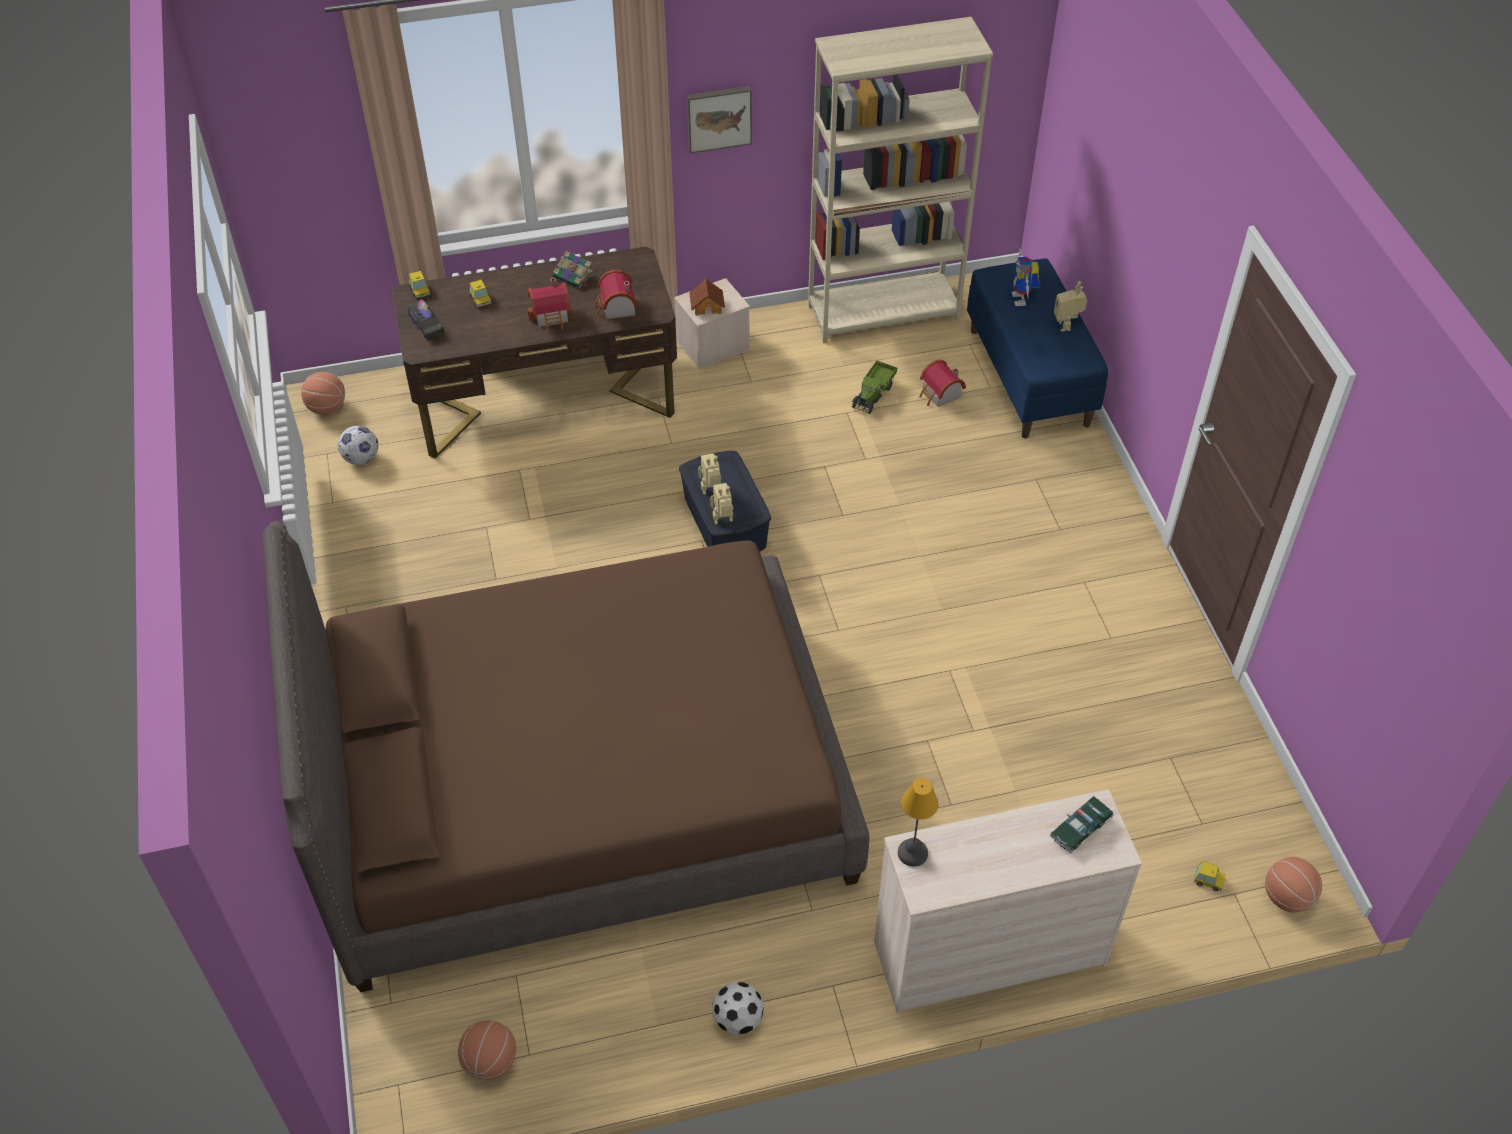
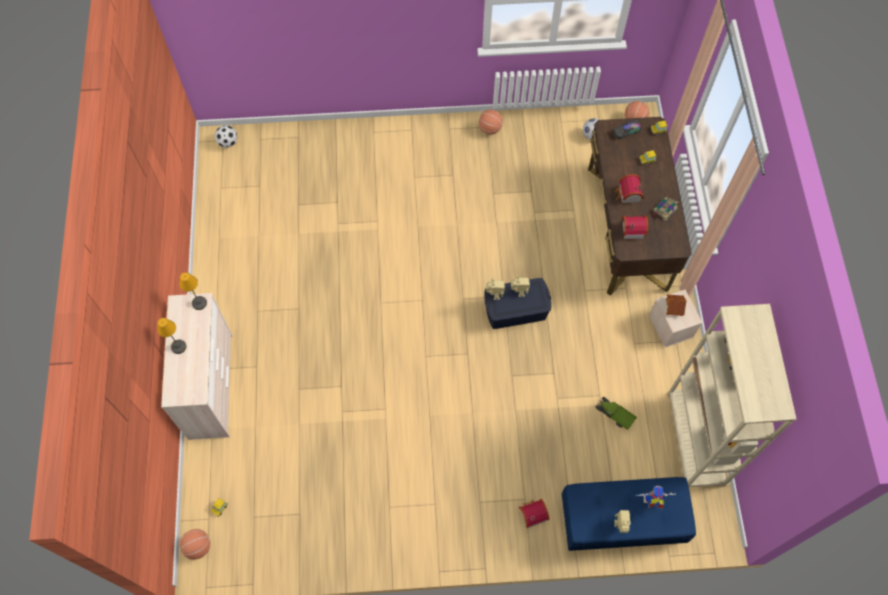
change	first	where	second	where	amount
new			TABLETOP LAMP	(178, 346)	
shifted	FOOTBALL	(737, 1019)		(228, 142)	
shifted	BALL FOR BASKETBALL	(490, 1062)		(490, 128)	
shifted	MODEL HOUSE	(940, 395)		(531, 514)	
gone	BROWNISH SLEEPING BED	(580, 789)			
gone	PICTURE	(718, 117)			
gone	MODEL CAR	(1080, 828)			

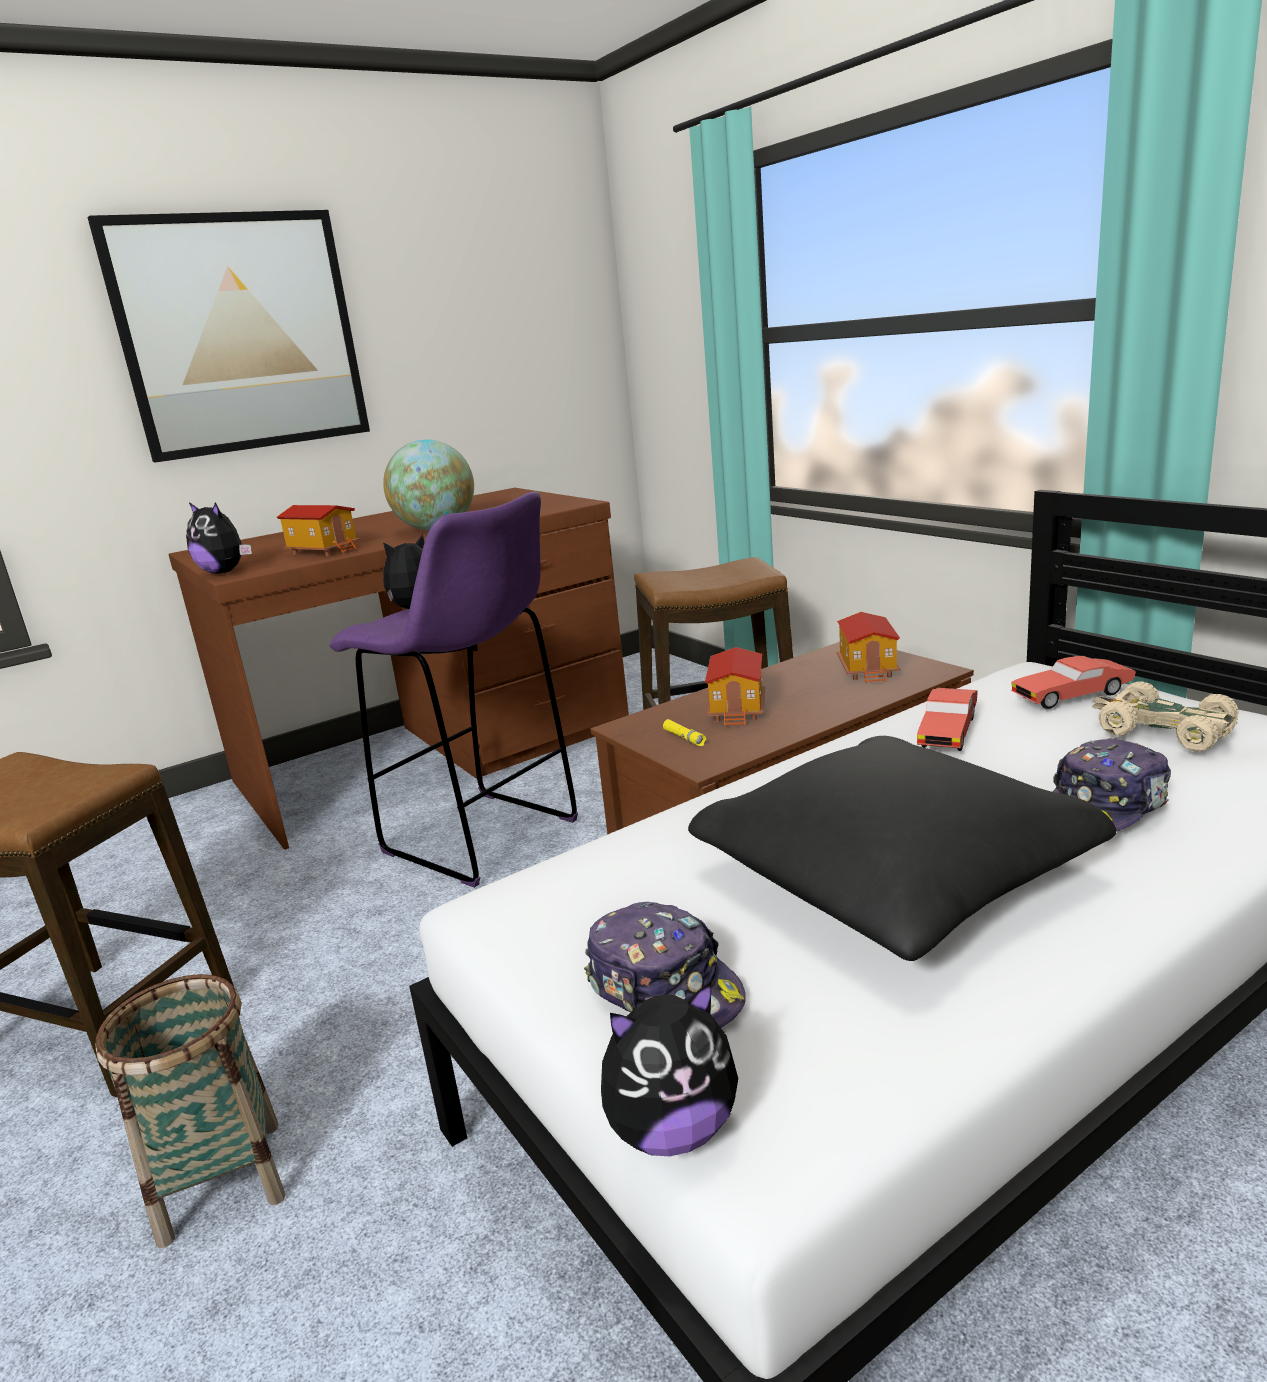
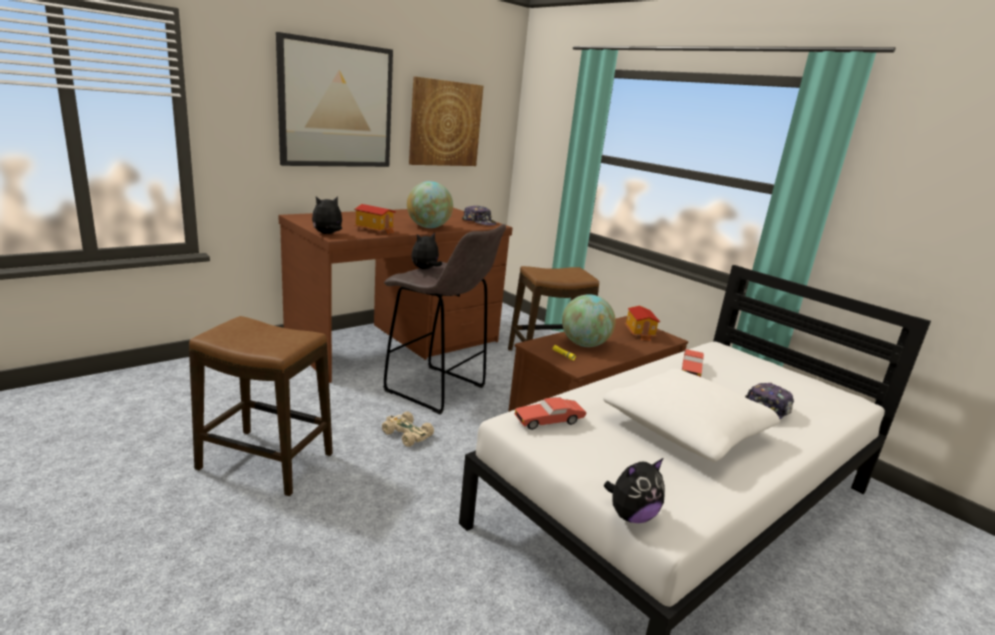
change	first	where	second	where	amount
rotated	PLUSH TOY	(225, 572)		(327, 234)	120 degrees clockwise
shifted	BEIGE MODEL CAR	(1163, 730)		(406, 434)	
repainted	PURPLISH STOOL	(485, 838)	GRAY STOOL	(437, 390)	
new			PICTURE	(445, 123)	
shifted	BASEBALL CAP	(665, 989)		(479, 222)	
shifted	RED-COLOURED MODEL CAR	(1071, 695)		(549, 421)	
swapped	MODEL HOUSE	(738, 709)	GLOBE	(584, 344)	
repainted	BLACK THROW PILLOW	(894, 878)	WHITE THROW PILLOW	(686, 430)	
gone	BASKET	(221, 1181)			

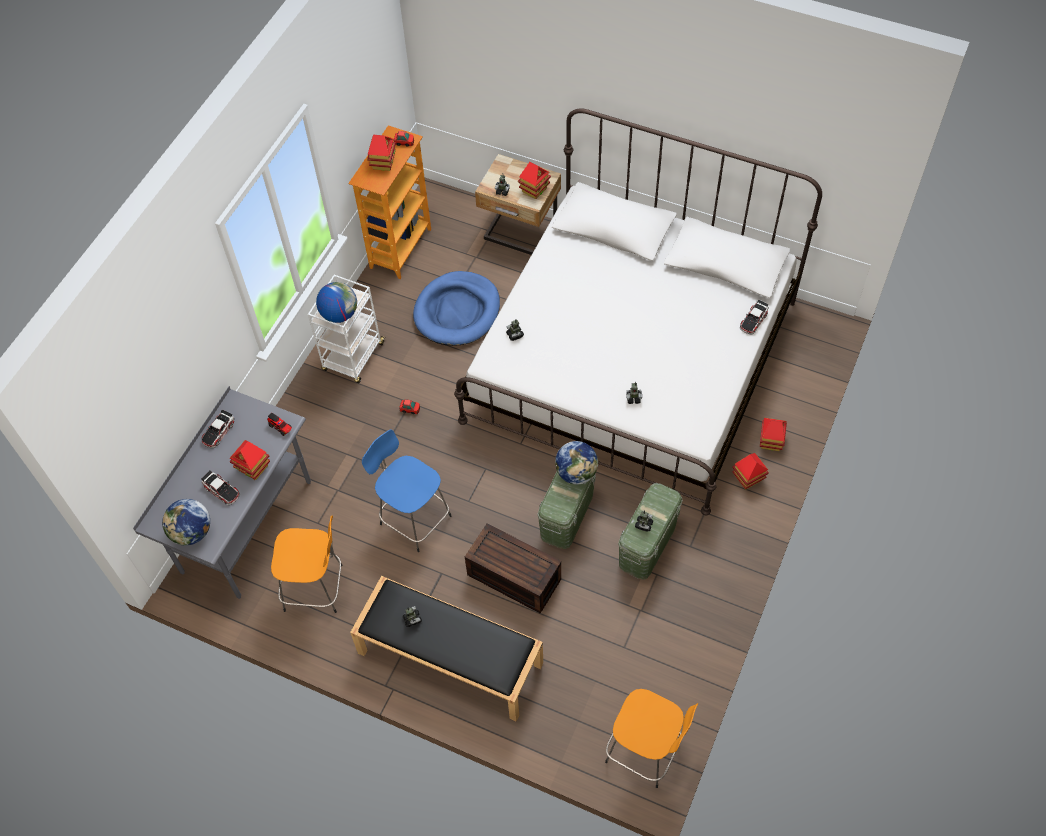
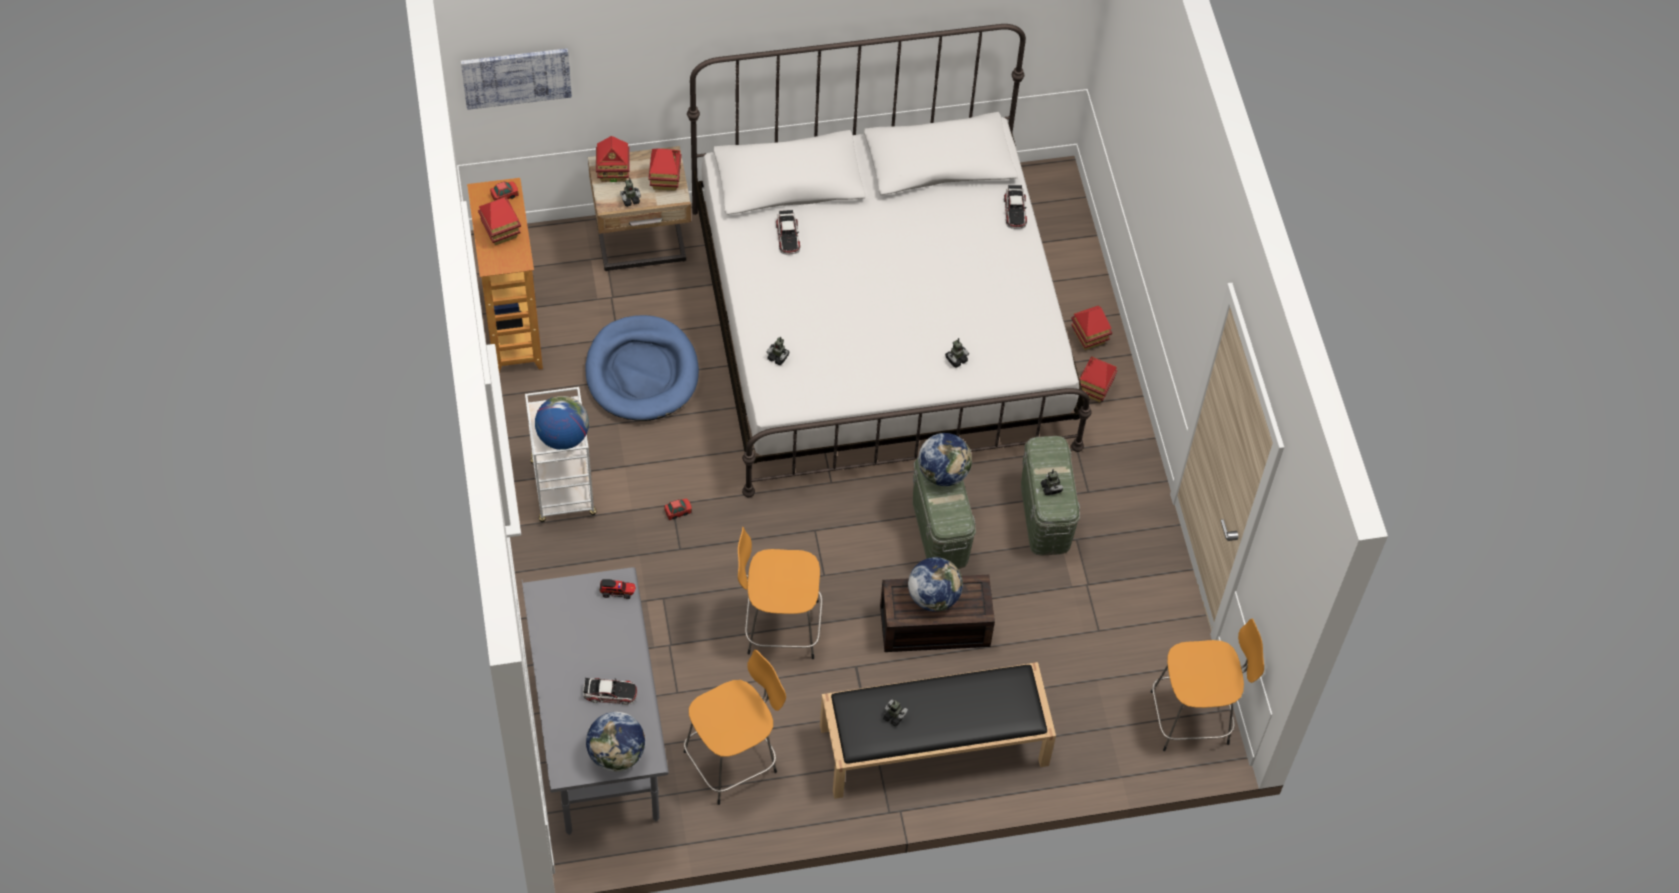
change	first	where	second	where	amount
new			PICTURE	(516, 77)	
shifted	MODEL HOUSE	(253, 468)		(613, 172)	
repainted	BLUE STOOL	(413, 518)	ORANGE STOOL	(779, 627)	
shifted	MODEL CAR	(218, 432)		(788, 236)	
new			GLOBE	(933, 596)	

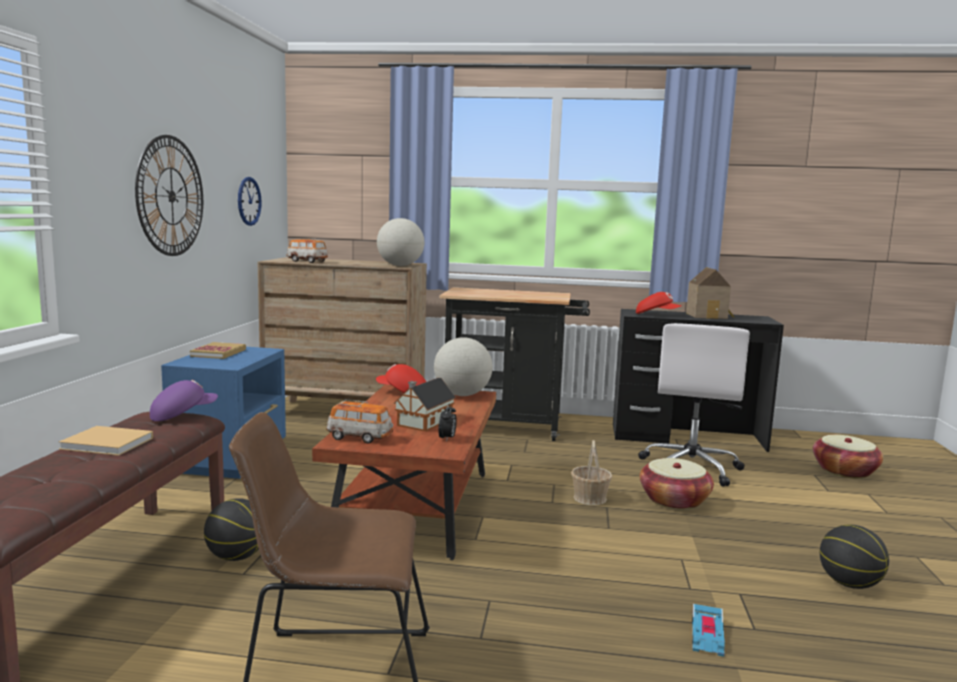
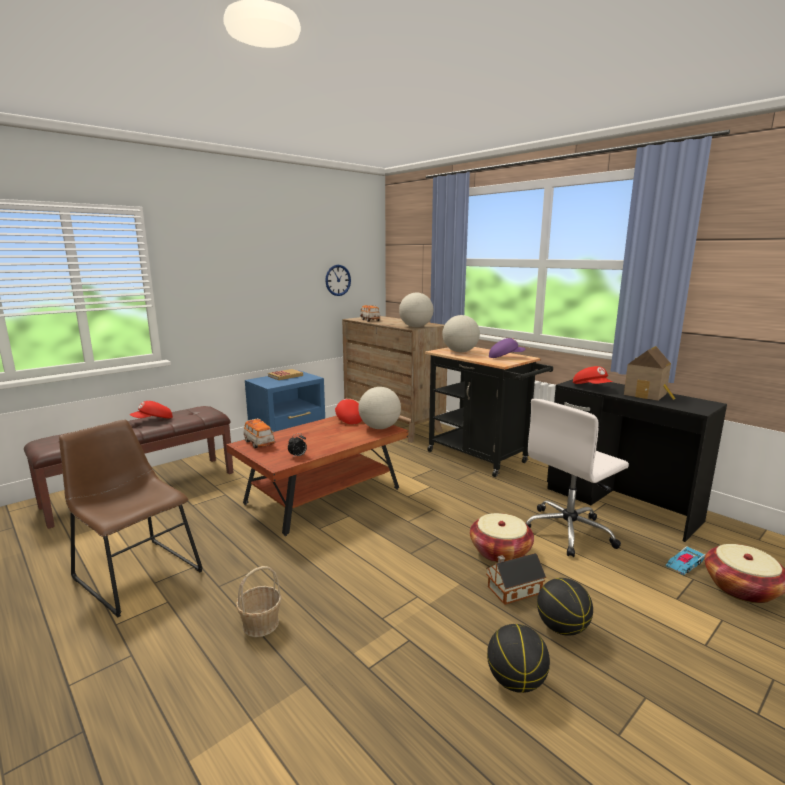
change	first	where	second	where	amount
swapped	BEIGE VOLUME	(109, 444)	RED-COLOURED BASEBALL CAP	(153, 420)	
shifted	BASKET	(589, 498)		(260, 624)	
new			GLOBE	(460, 352)	
shifted	MODEL HOUSE	(423, 422)		(512, 590)	
shifted	PURPLISH BASEBALL CAP	(183, 415)		(505, 357)	
shifted	BALL FOR BASKETBALL	(237, 557)		(562, 627)	
shifted	MODEL CAR	(707, 635)		(684, 564)	
gone	HANGING CLOCK	(171, 196)			

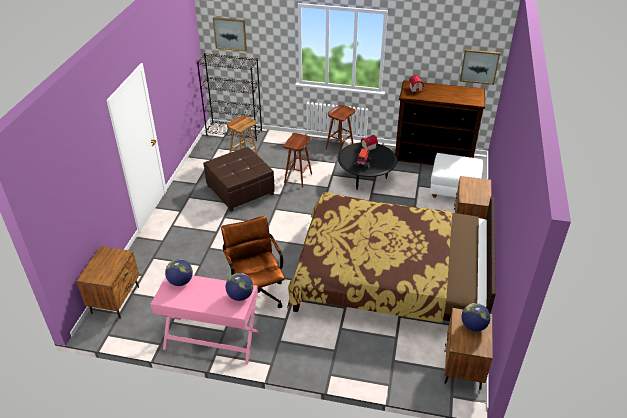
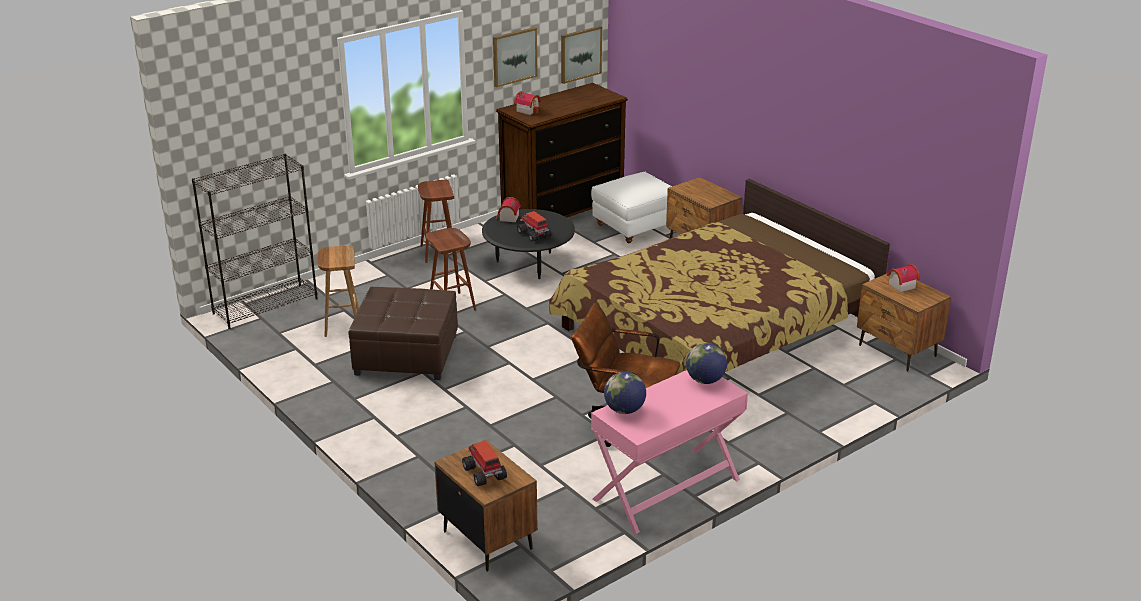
change	first	where	second	where	amount
new			TOY LORRY	(485, 474)	
shifted	PICTURE	(230, 34)		(514, 56)	
swapped	GLOBE	(473, 326)	MODEL HOUSE	(900, 285)	

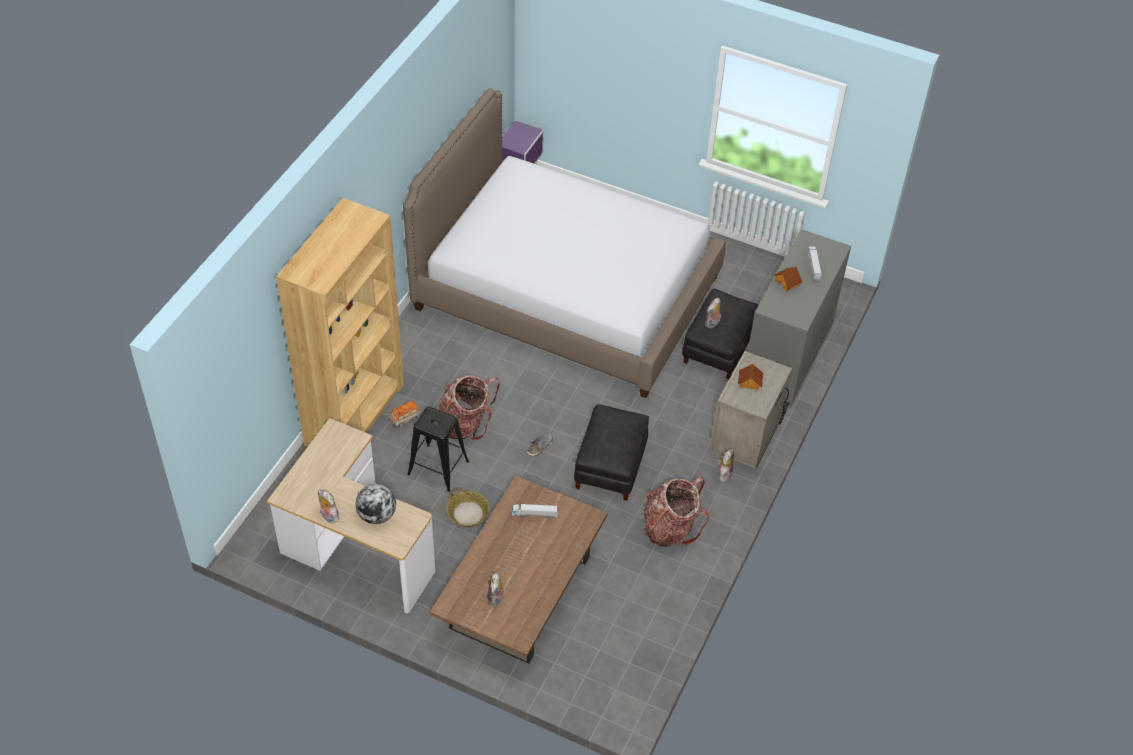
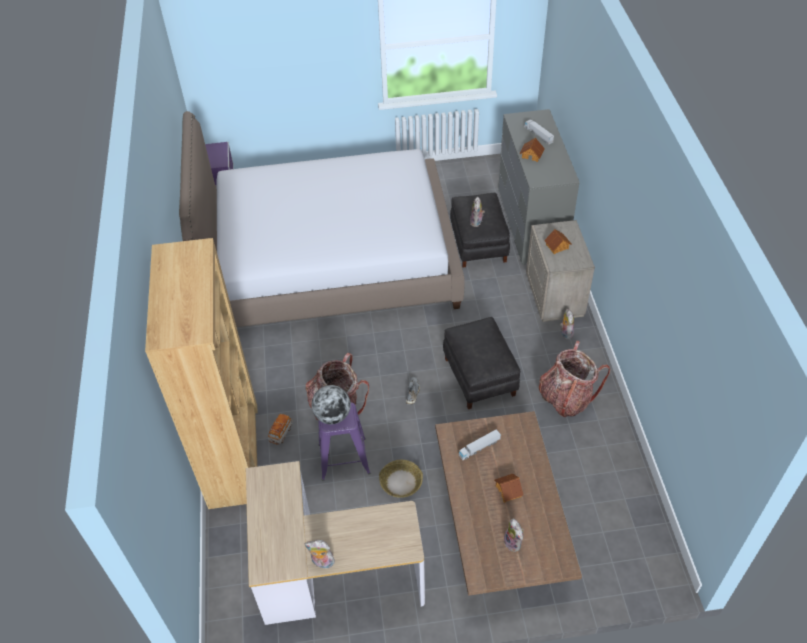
change	first	where	second	where	amount
shifted	GLOBE	(377, 515)		(332, 415)	
repainted	BLACK STOOL	(438, 468)	PURPLISH STOOL	(343, 458)	
new			MODEL HOUSE	(508, 491)	

